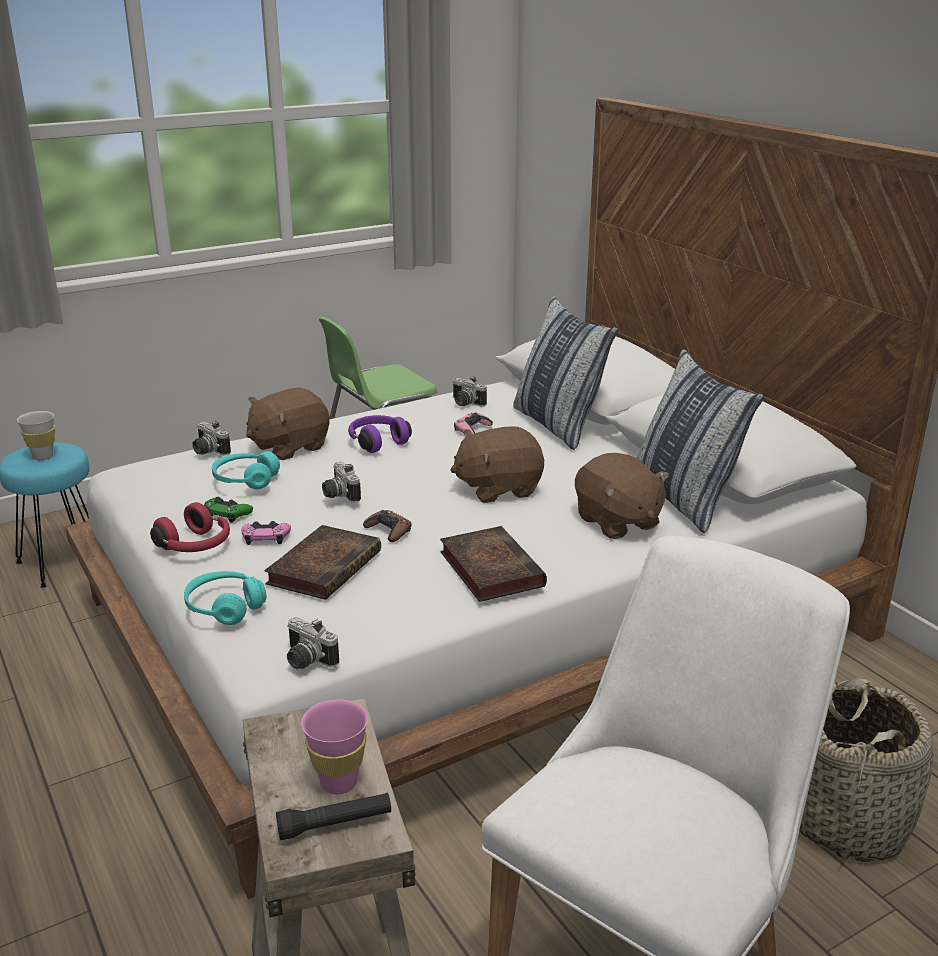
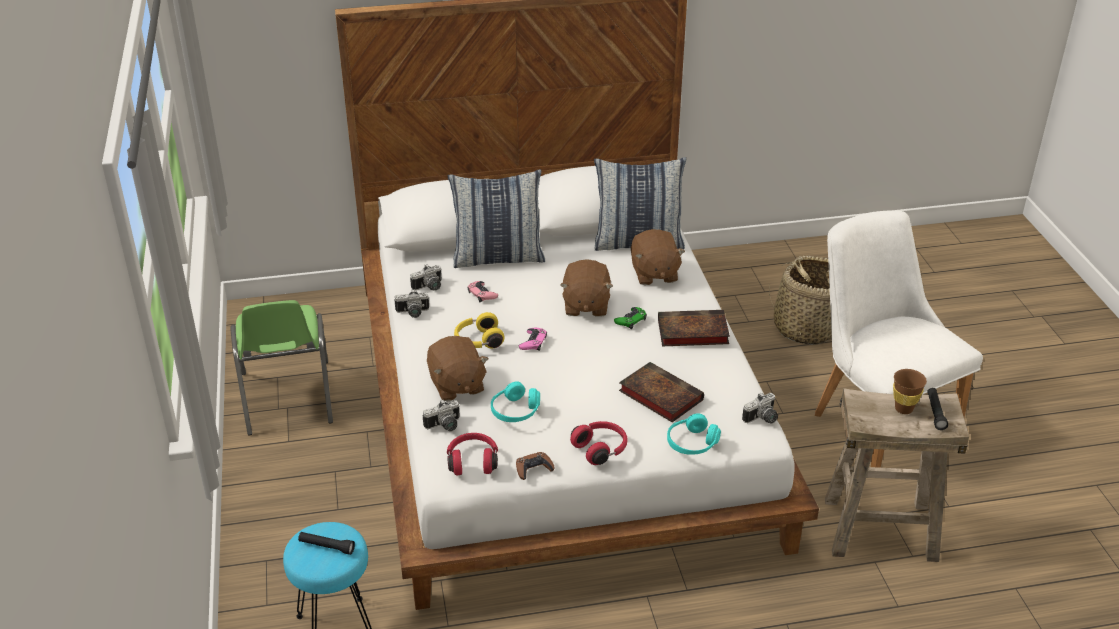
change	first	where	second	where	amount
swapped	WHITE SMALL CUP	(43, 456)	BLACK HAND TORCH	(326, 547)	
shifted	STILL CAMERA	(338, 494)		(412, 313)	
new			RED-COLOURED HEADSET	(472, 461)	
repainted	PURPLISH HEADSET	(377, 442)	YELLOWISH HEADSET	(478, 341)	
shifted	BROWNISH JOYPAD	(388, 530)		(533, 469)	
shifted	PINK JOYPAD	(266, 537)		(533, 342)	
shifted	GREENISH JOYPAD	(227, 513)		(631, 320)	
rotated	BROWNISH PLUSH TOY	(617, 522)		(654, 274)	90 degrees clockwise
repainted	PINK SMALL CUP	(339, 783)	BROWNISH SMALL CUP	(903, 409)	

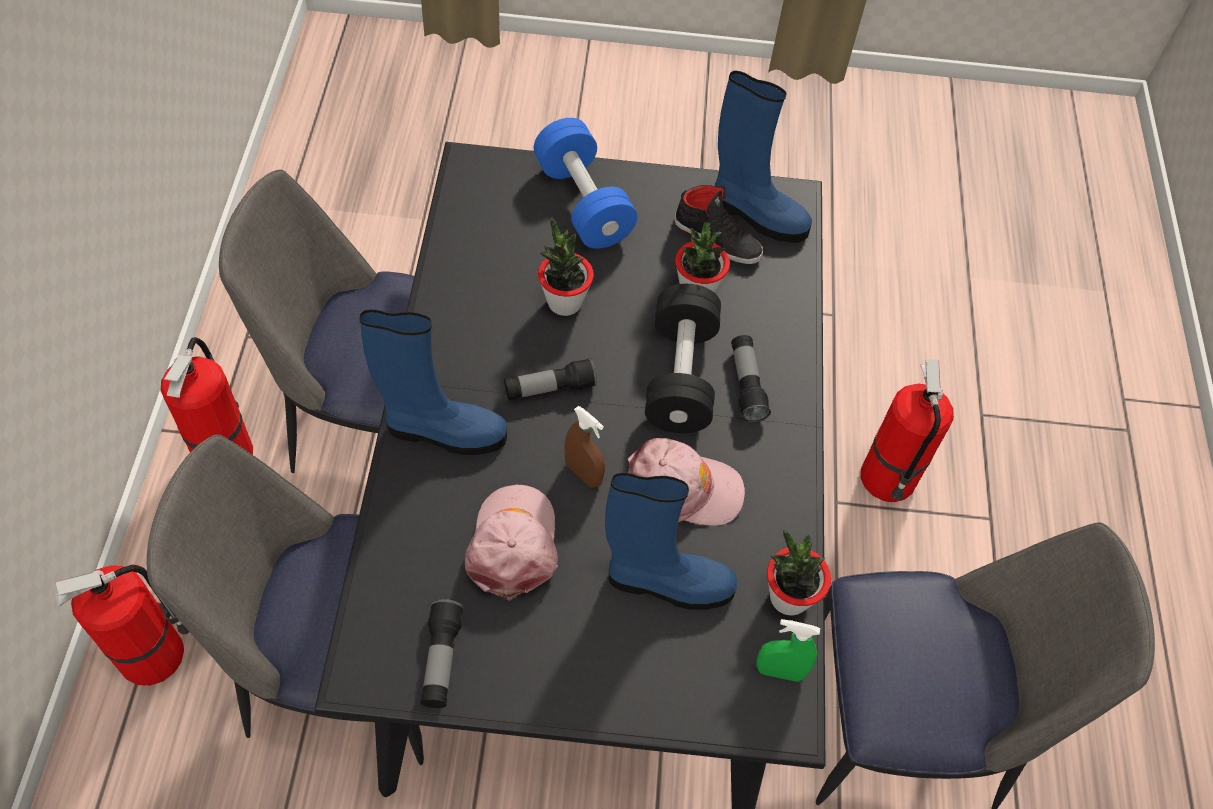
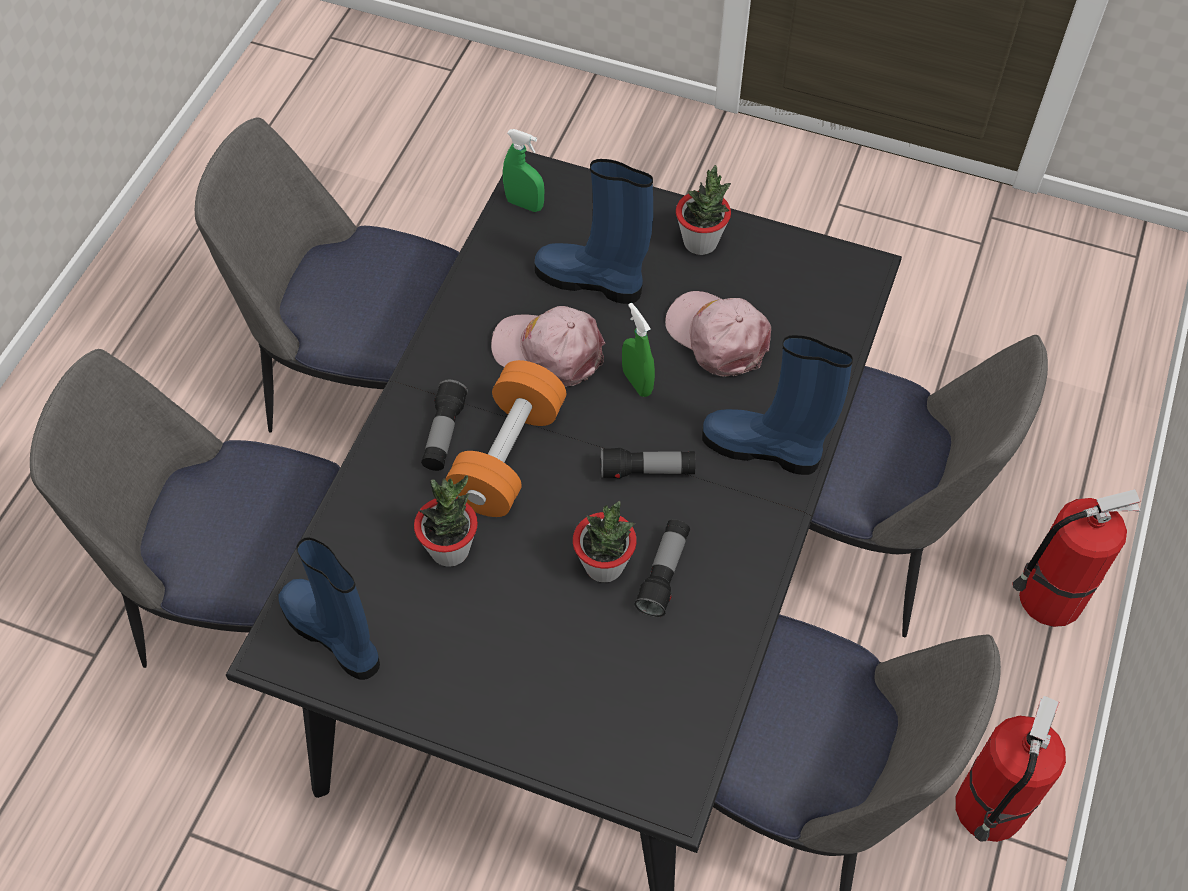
change	first	where	second	where	amount
swapped	EXTINGUISHER	(889, 480)	PLAIN CHAIR	(246, 604)	
repainted	BLACK FREE WEIGHT	(680, 376)	ORANGE FREE WEIGHT	(508, 456)	
repainted	BROWNISH SPRAY BOTTLE	(583, 474)	GREENISH SPRAY BOTTLE	(637, 382)	
shifted	HAND TORCH	(441, 659)		(663, 574)	
rotated	PINK BASEBALL CAP	(513, 544)		(717, 336)	120 degrees clockwise
shifted	HOUSEPLANT	(788, 597)		(700, 242)	
gone	BLUE FREE WEIGHT	(583, 203)			
gone	BLACK SHOE	(718, 238)			

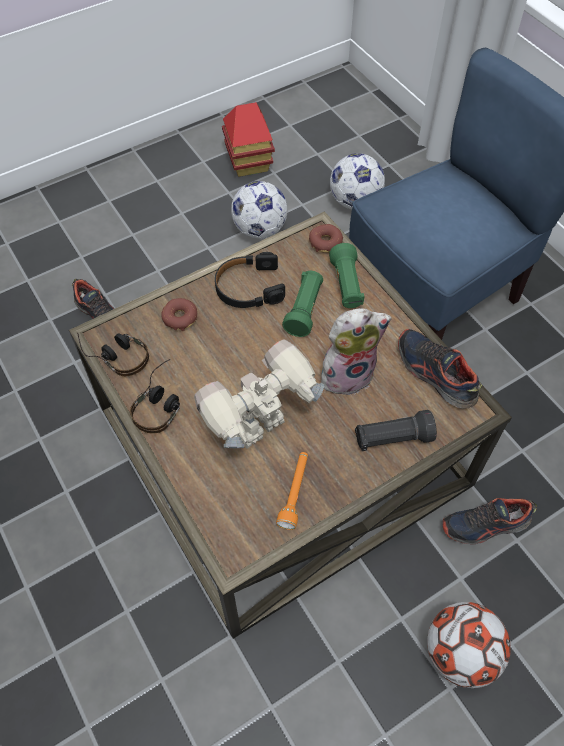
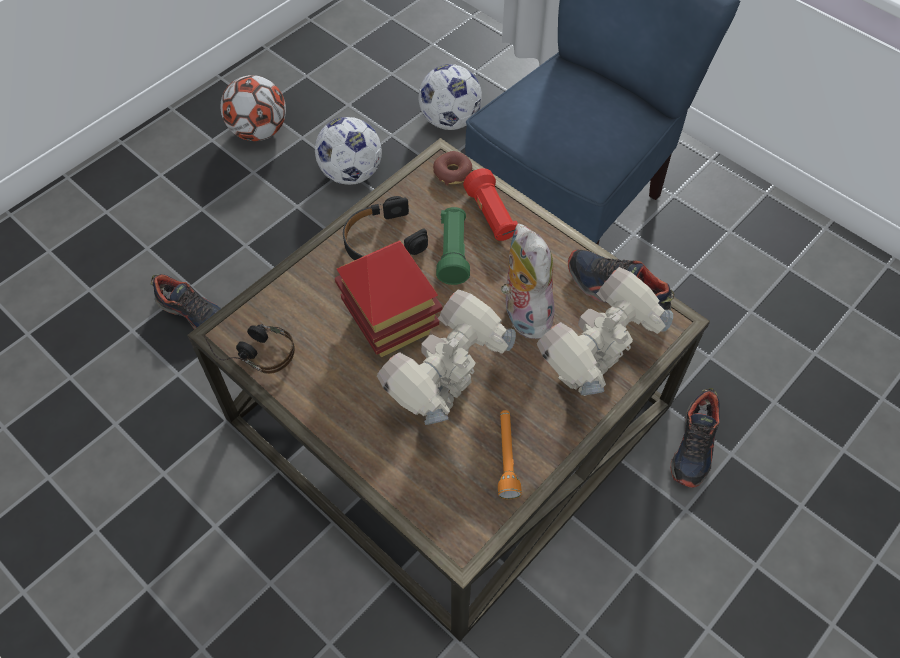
change	first	where	second	where	amount
shifted	FOOTBALL	(460, 653)		(259, 131)	
shifted	MODEL HOUSE	(249, 162)		(390, 323)	
repainted	GREENISH HAND TORCH	(346, 285)	RED-COLOURED HAND TORCH	(491, 216)	
rotated	PLUSH TOY	(347, 374)		(523, 313)	75 degrees counterclockwise
swapped	BLACK HAND TORCH	(392, 438)	TOY ROBOT	(592, 373)	
rotated	SHOE	(485, 525)		(694, 446)	45 degrees counterclockwise
gone	HEADSET	(161, 403)			
gone	RING DOUGHNUT	(180, 318)			

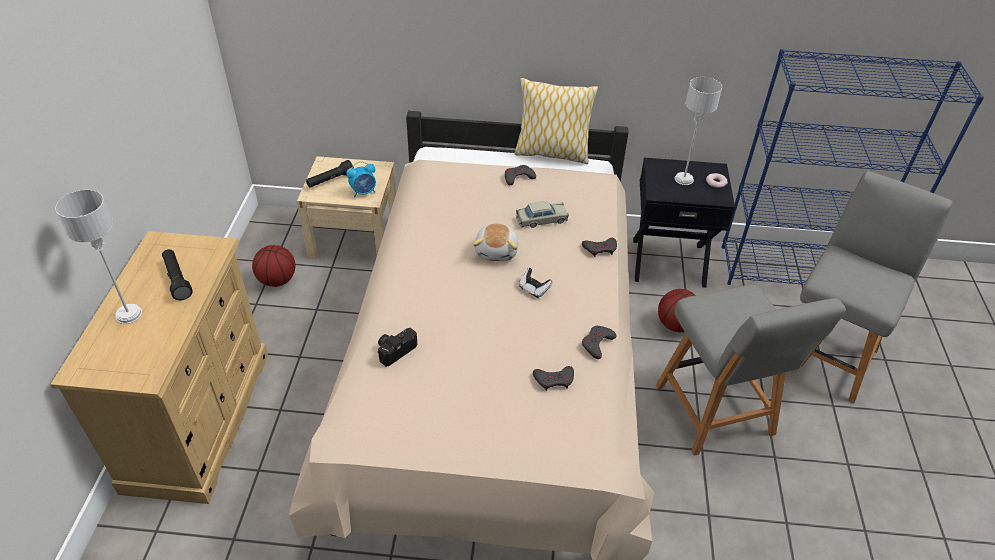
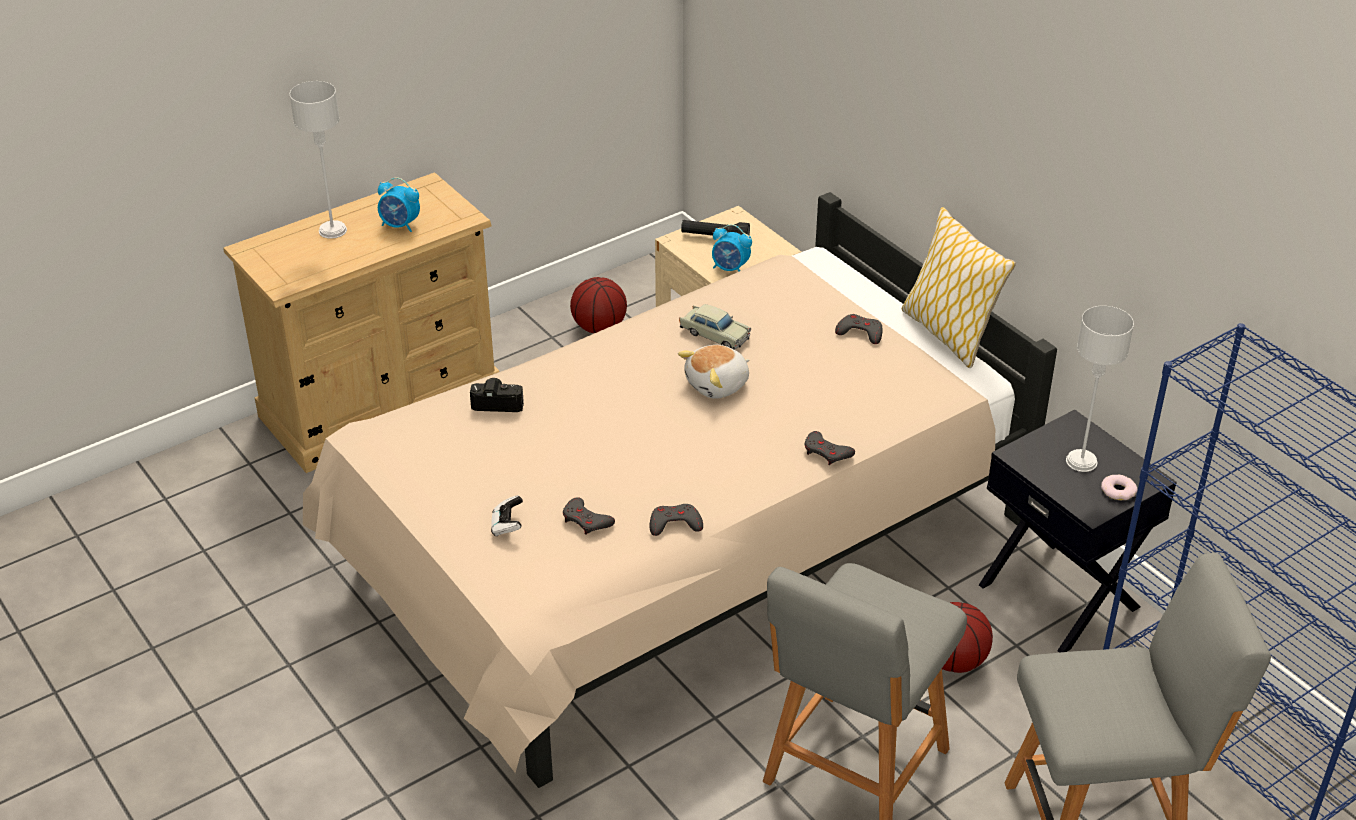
change	first	where	second	where	amount
swapped	BLACK HAND TORCH	(177, 279)	BEDSIDE CLOCK	(400, 225)	
shifted	JOYPAD	(534, 289)		(507, 526)	
shifted	BEIGE MODEL CAR	(541, 219)		(715, 334)	

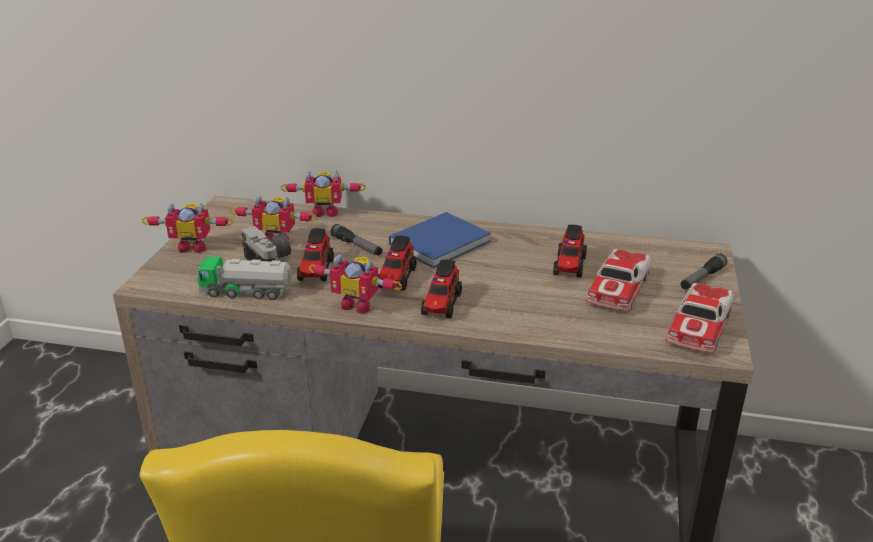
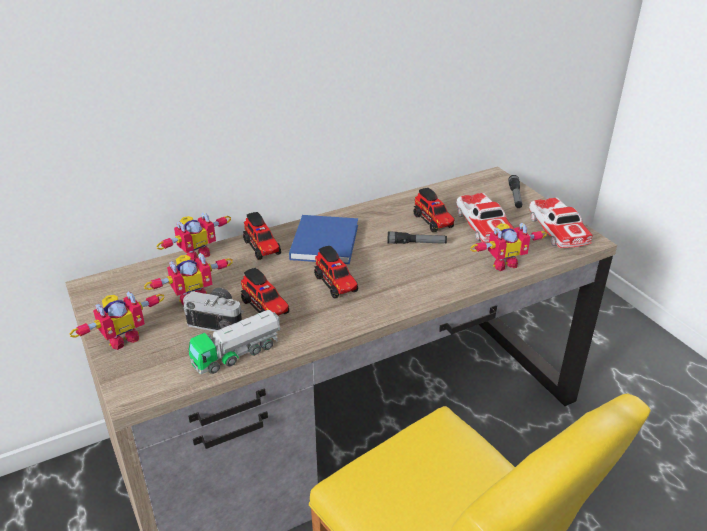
change	first	where	second	where	amount
shifted	TOY LORRY	(441, 305)		(262, 248)	
shifted	HAND TORCH	(357, 246)		(416, 243)	
shifted	TOY ROBOT	(358, 304)		(503, 263)	

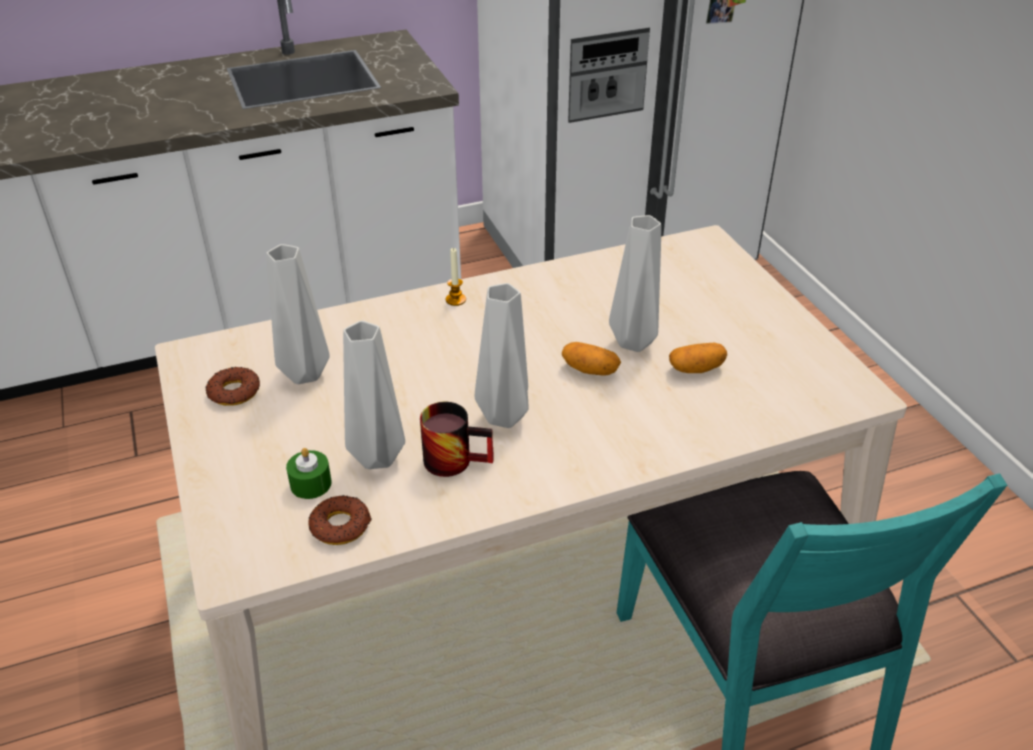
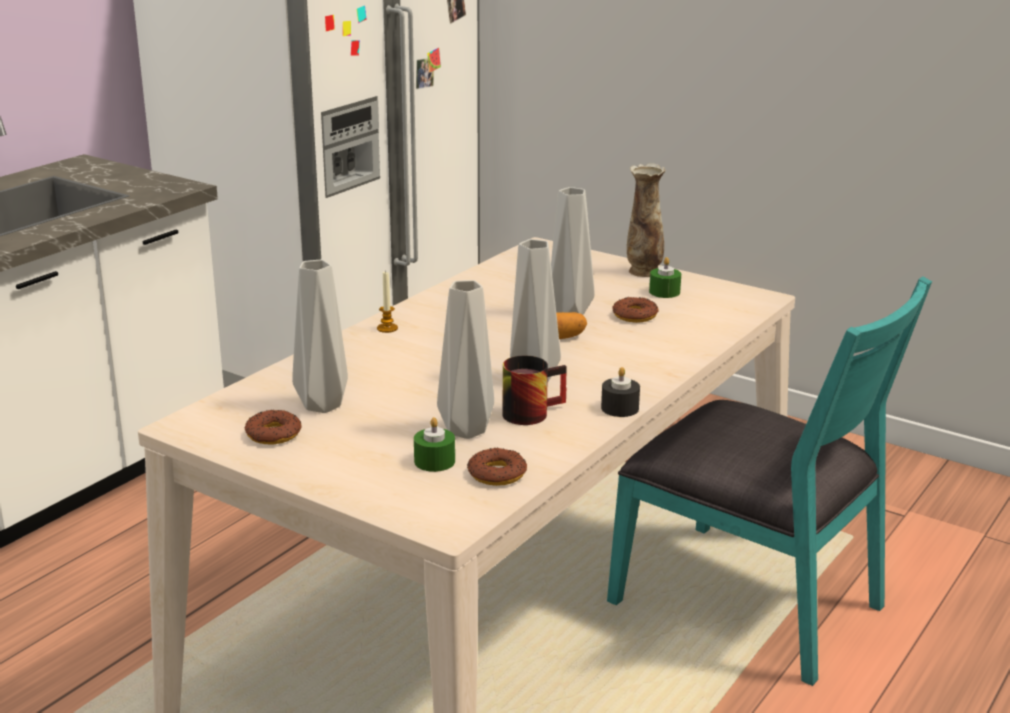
change	first	where	second	where	amount
new			BLACK CANDLE	(620, 408)	
swapped	WHOLE POTATO	(696, 369)	RING DOUGHNUT	(634, 315)	
new			DECORATIVE VASE	(643, 272)	
new			GREENISH CANDLE	(664, 292)	

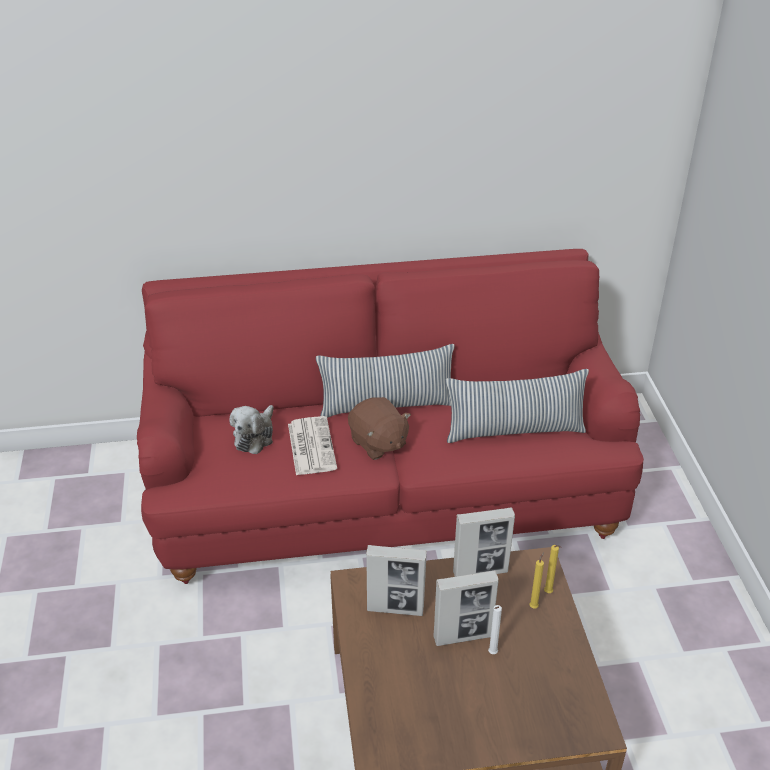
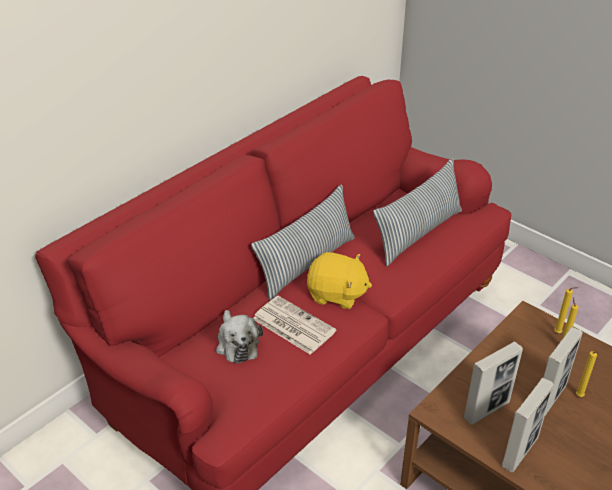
change	first	where	second	where	amount
repainted	BROWNISH PLUSH TOY	(378, 443)	YELLOWISH PLUSH TOY	(336, 295)	
shifted	STANDING FRAME	(480, 572)		(519, 451)	
repainted	WHITE CANDLE	(492, 654)	YELLOWISH CANDLE	(580, 397)	

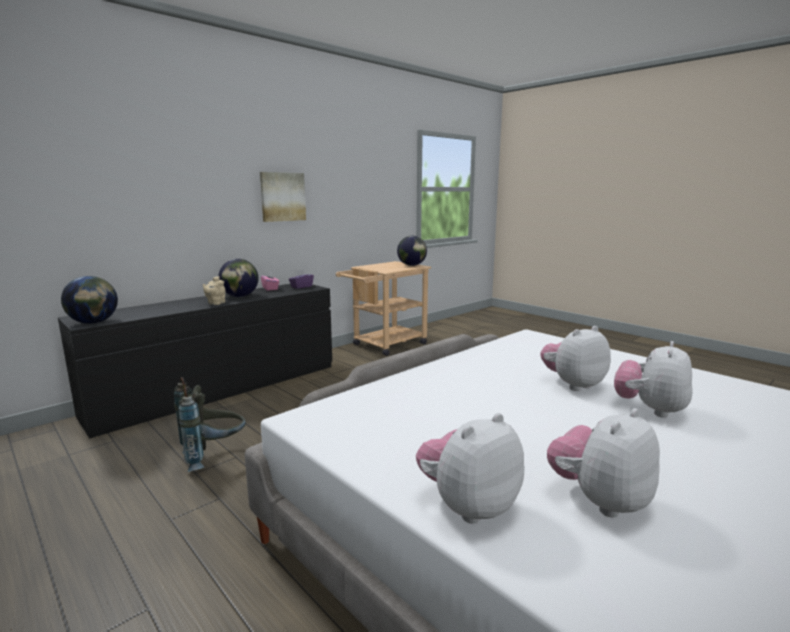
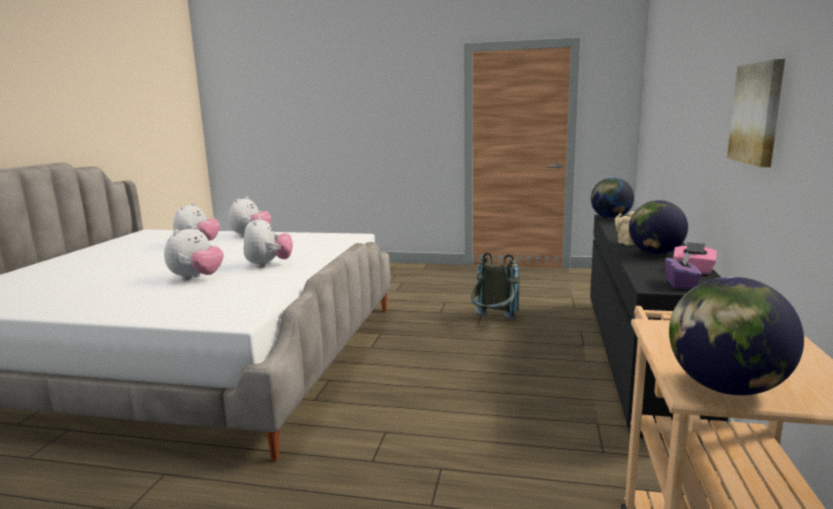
change	first	where	second	where	amount
shifted	PLUSH TOY	(650, 409)		(268, 265)	

